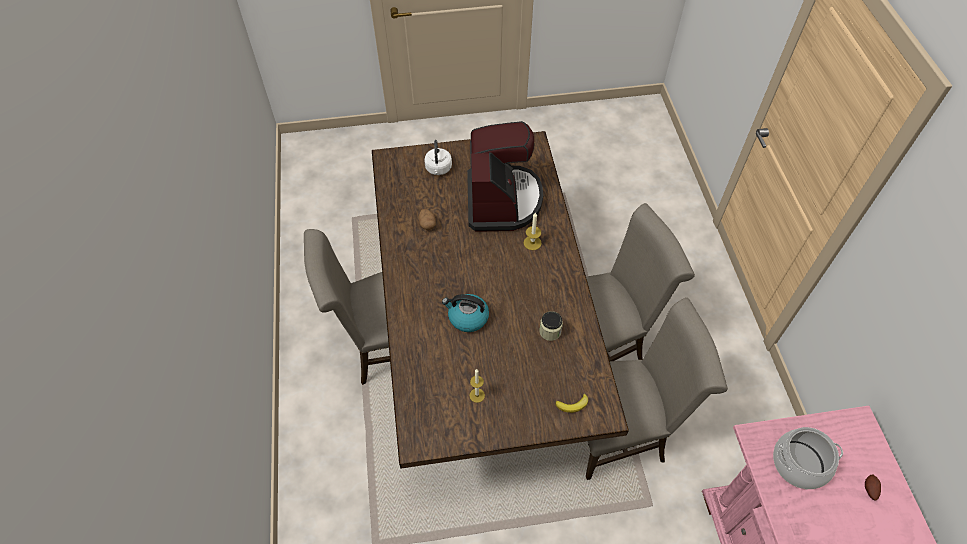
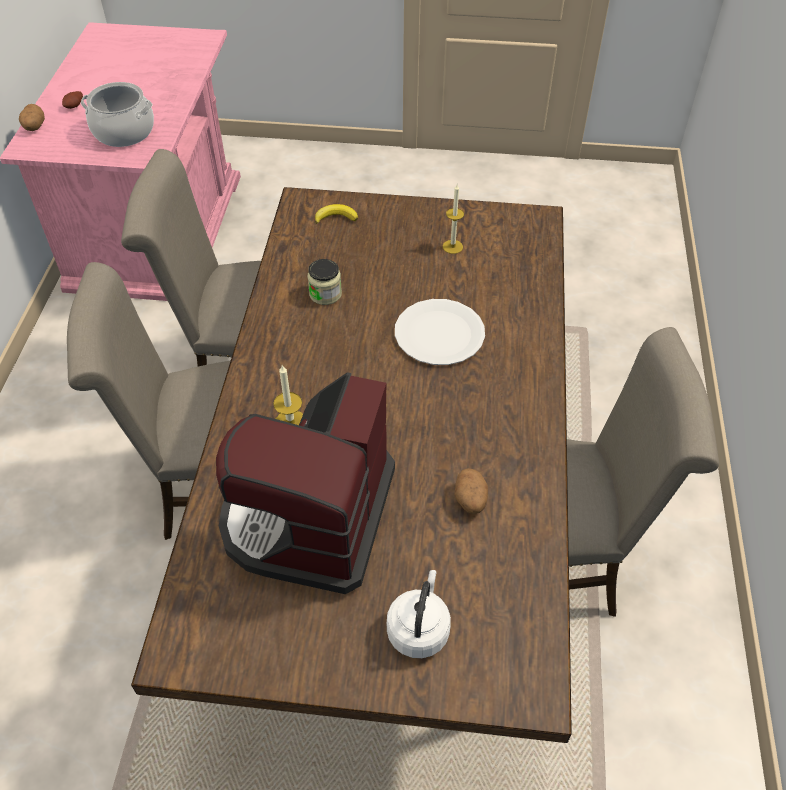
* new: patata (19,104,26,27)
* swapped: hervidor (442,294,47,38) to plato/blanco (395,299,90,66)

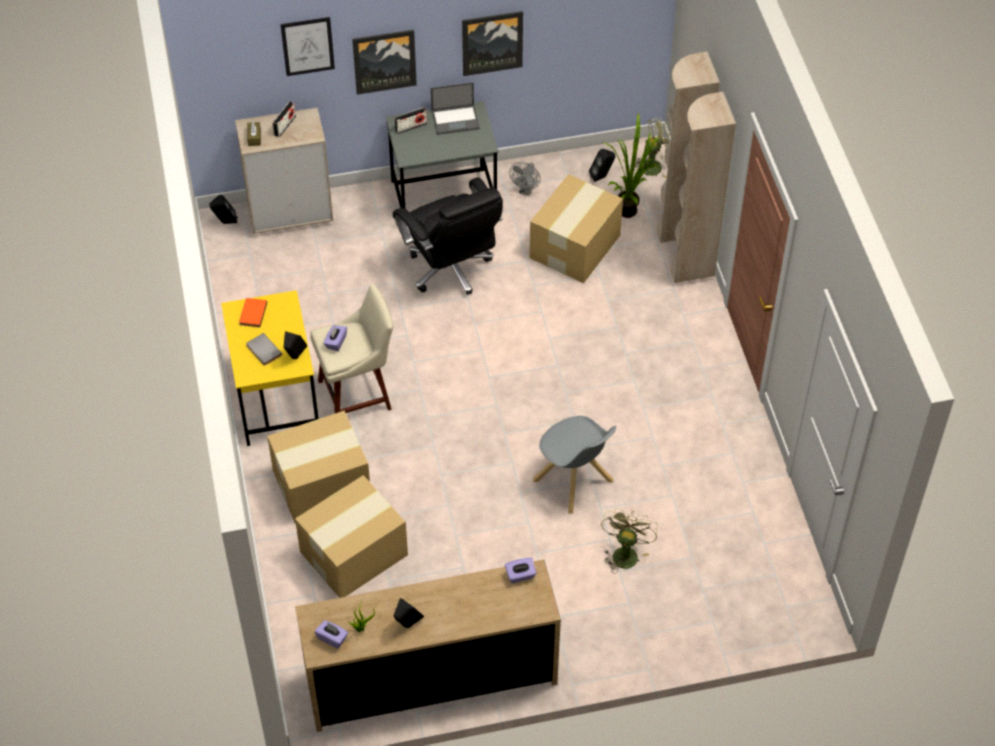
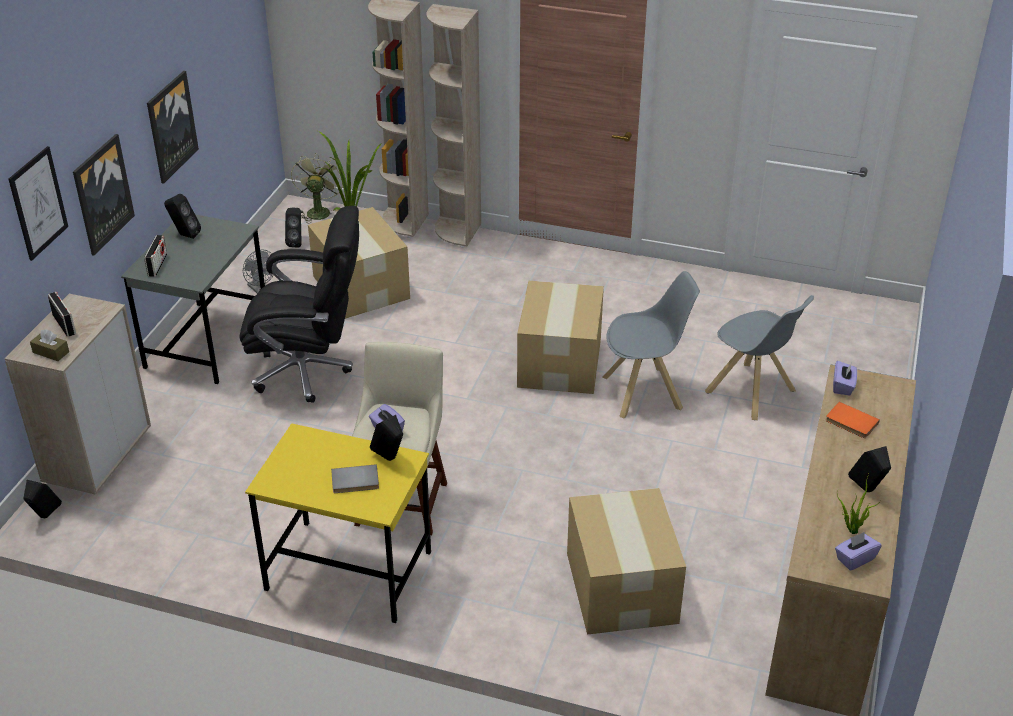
* shifted: libro/naranja (239,298,28,30) to (826,402,54,36)
* shifted: caja de cartón (267,411,103,112) to (517,281,87,113)
* swapped: portátil (431,82,49,53) to altavoz/negro (164,194,37,45)
* swapped: ventilador/verde (601,508,57,65) to silla/gris (705,295,109,125)

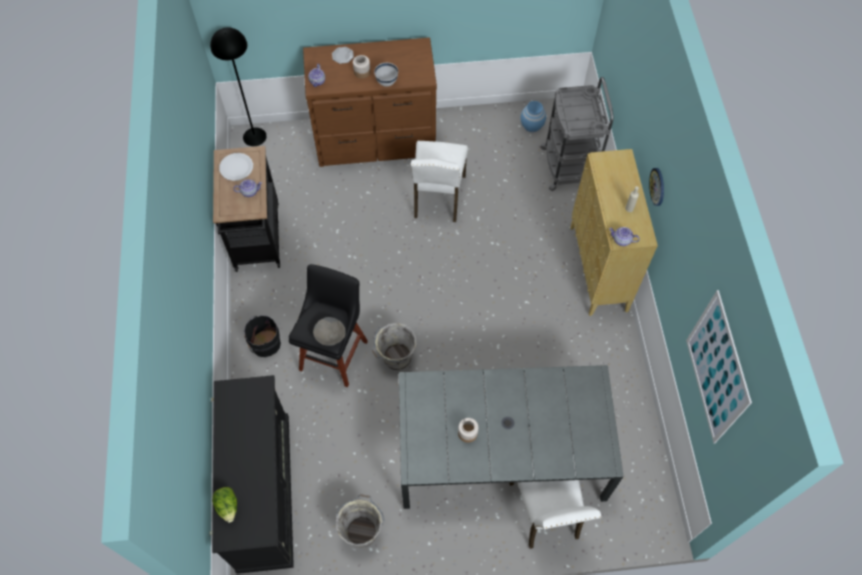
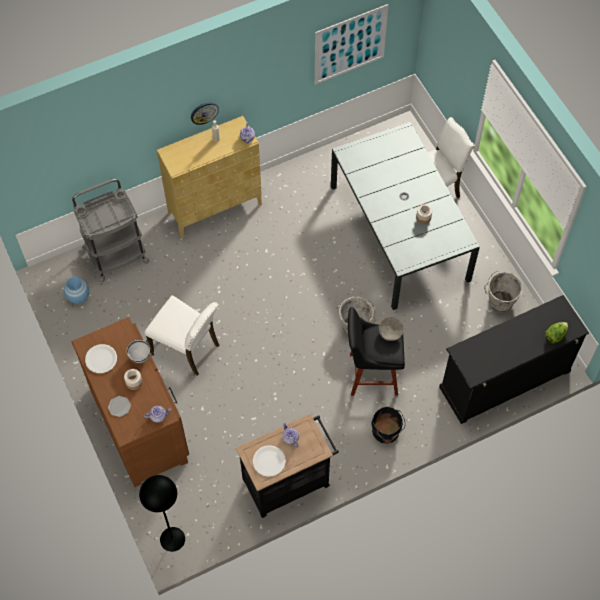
* new: plato/blanco (85,344,32,29)
* rotated: silla/blanco (411,141,57,81) = (144,295,75,81) 45 degrees clockwise

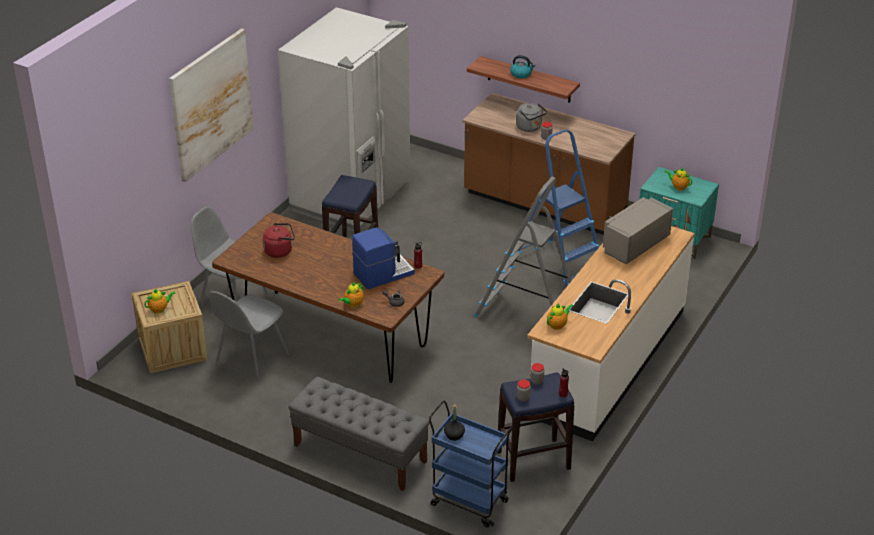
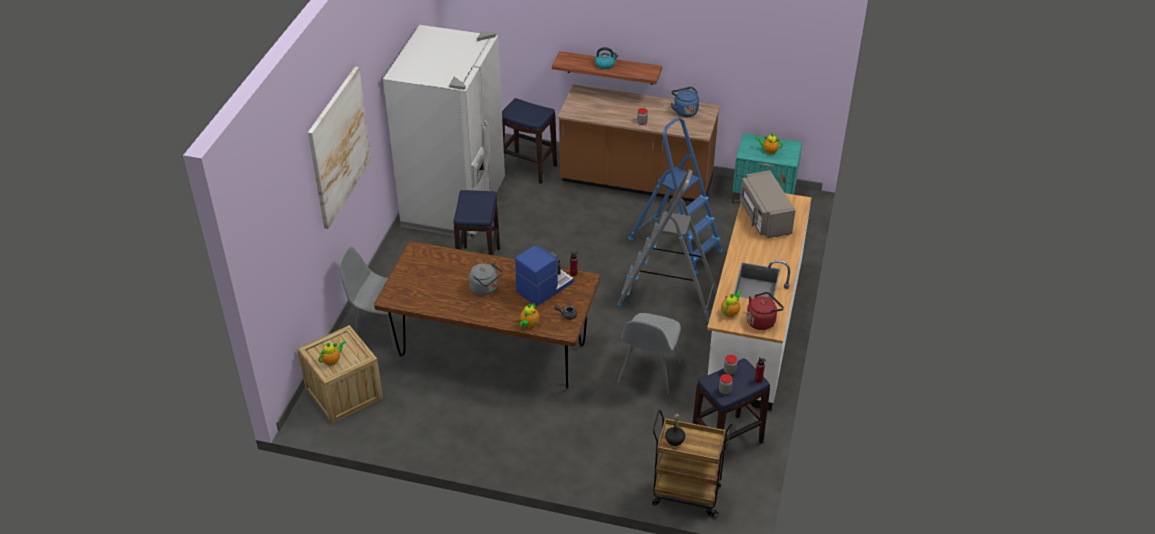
* gone: banco/gris (288,376,142,115)
* new: taburete (502,98,55,86)
* new: hervidor/azul (671,87,28,30)
* shifted: silla/gris (209,291,80,90) to (618,313,63,82)
* shifted: hervidor/rojo (263,223,32,35) to (746,292,38,38)
* shifted: hervidor/gris (516,103,31,29) to (469,263,34,33)
* repainted: carrito/azul (429,401,84,127) to carrito/marrón (652,410,81,107)
* rotated: microondas/gris (603,197,70,67) = (740,170,56,68) 45 degrees counterclockwise

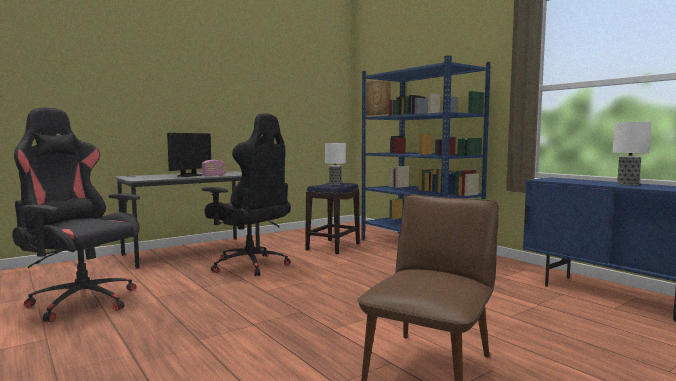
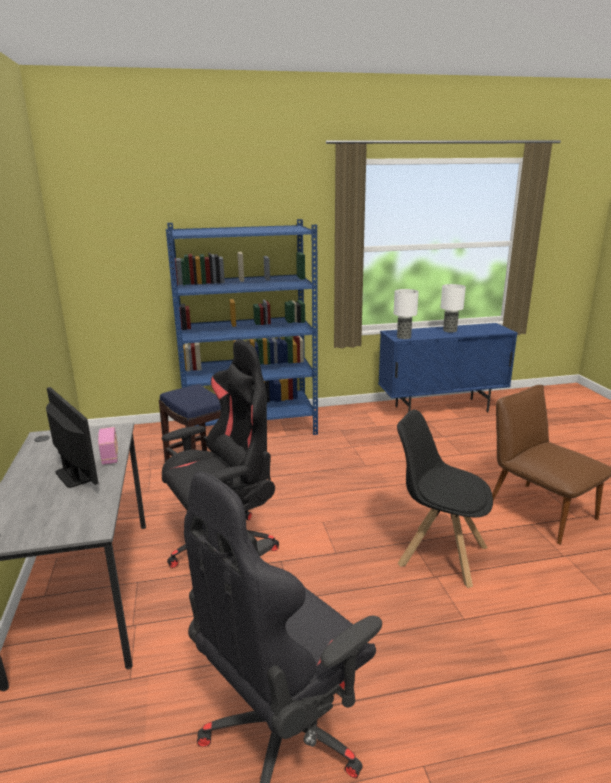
* gone: cuadro (366,80,25,35)
* new: silla/negro (397,410,96,178)
* shifted: lámpara de mesa (325,143,21,42) to (394,289,25,50)

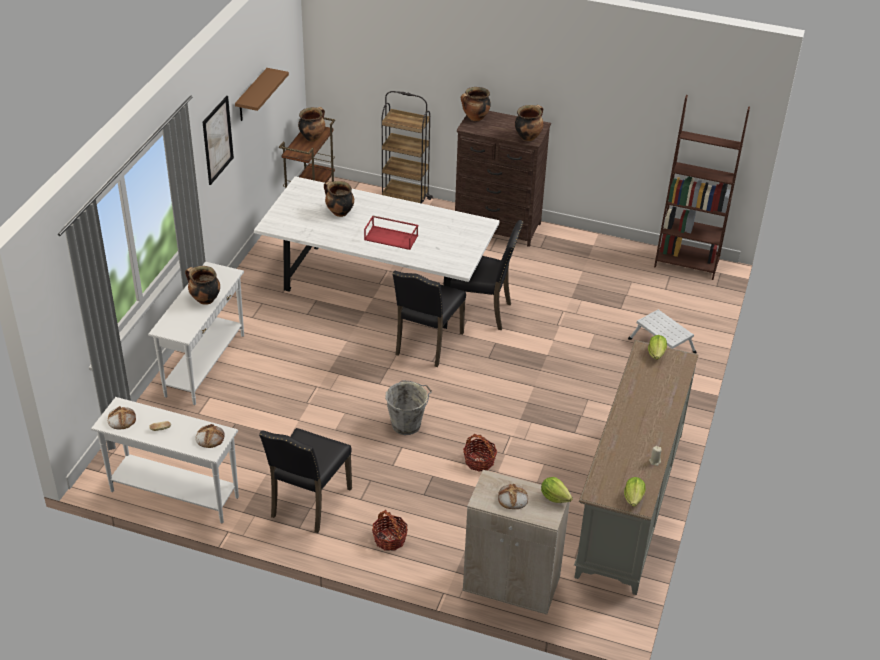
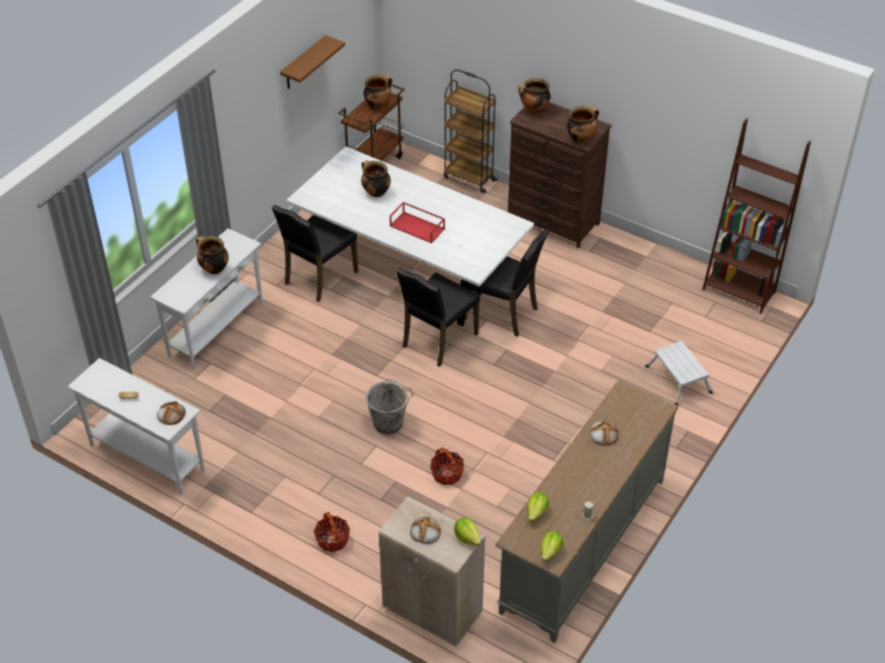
* gone: cuadro (202,96,32,89)
* shifted: pan (108,406,28,23) to (590,421,29,25)
* shifted: silla/negro (259,428,93,105) to (271,205,88,97)
* shifted: lechuga (648,335,19,25) to (527,492,22,30)

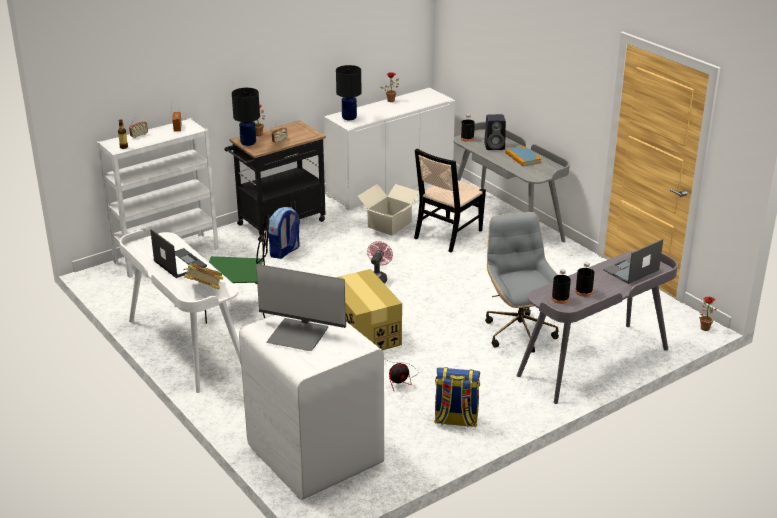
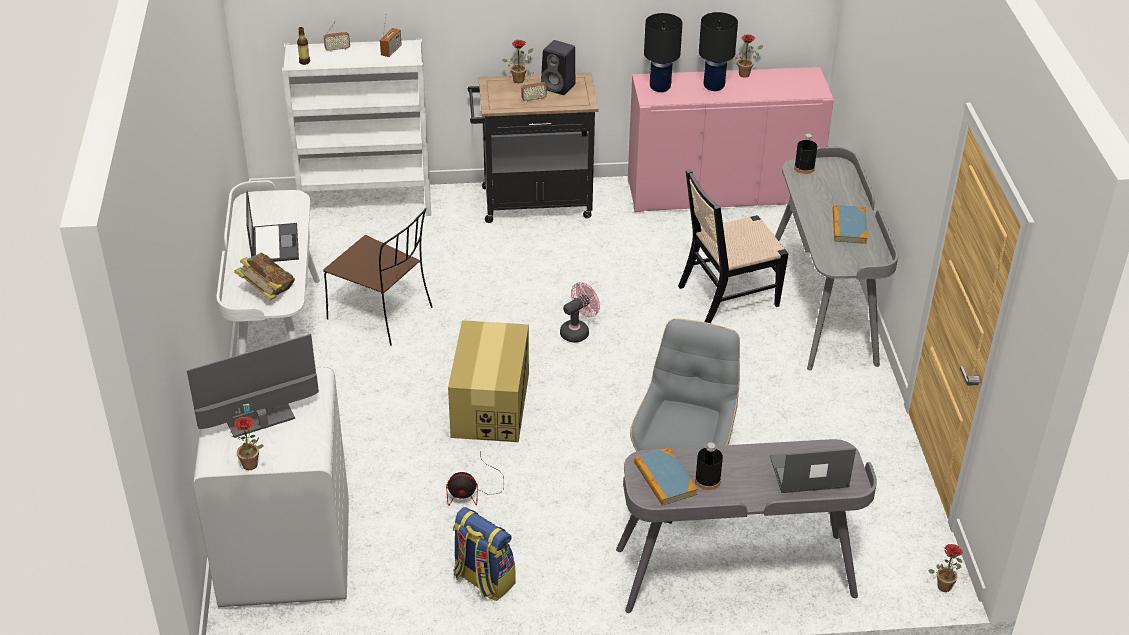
* gone: mochila (268,207,32,52)
* gone: caja de cartón (357,184,62,52)
* new: planta en maceta (231,417,33,53)
* shifted: lámpara de mesa/negro (232,88,28,58) to (699,12,39,79)
* shifted: altavoz/negro (484,114,22,36) to (541,40,35,55)
* swapped: botella/negro (552,269,19,35) to libro (634,447,64,59)
* repainted: silla/verde (205,214,65,110) to silla/marrón (323,208,110,138)
* repainted: armario/blanco (324,88,131,123) to armario/rosa (628,67,206,145)
* rotated: monitor (256,264,90,87) = (187,334,132,104) 105 degrees clockwise

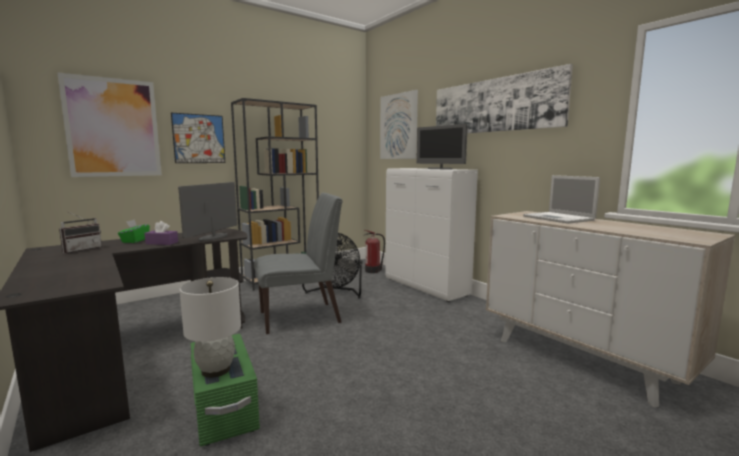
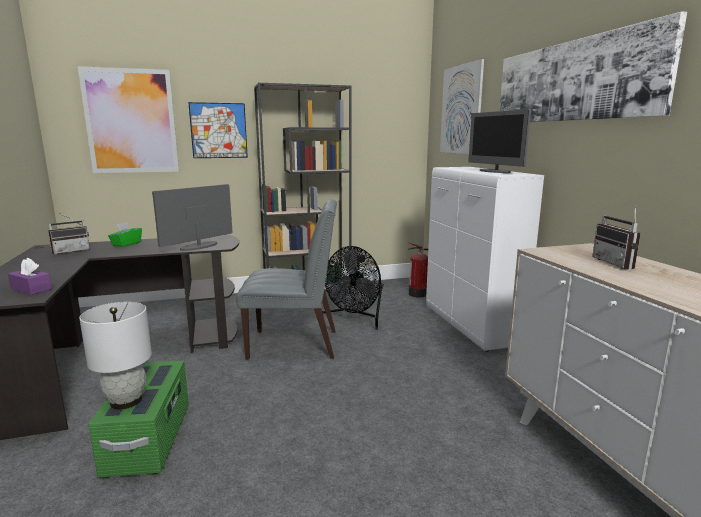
* shifted: caja de pañuelos/morado (144,221,34,24) to (8,258,44,37)
* swapped: portátil (523,175,77,49) to radio (592,206,49,64)

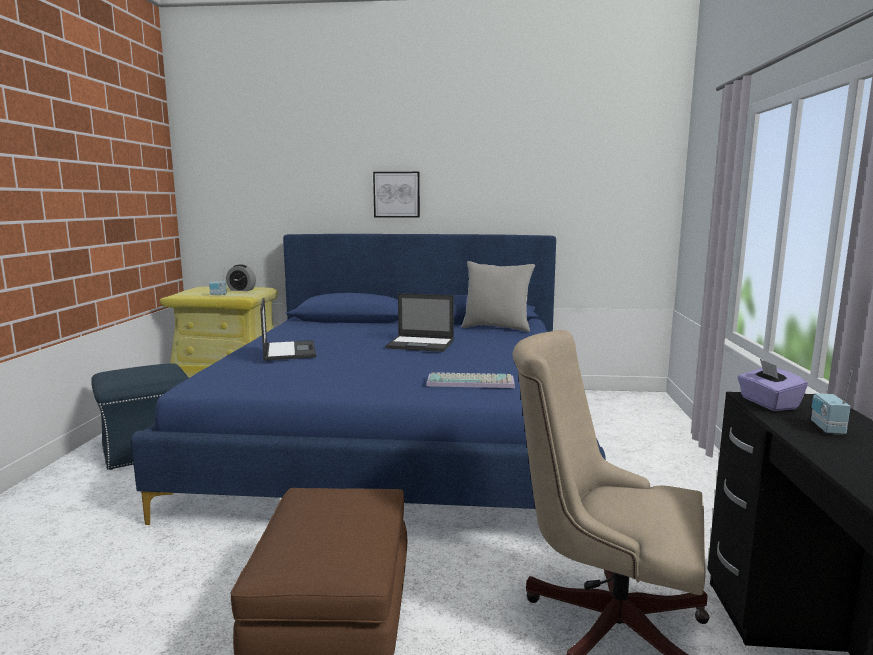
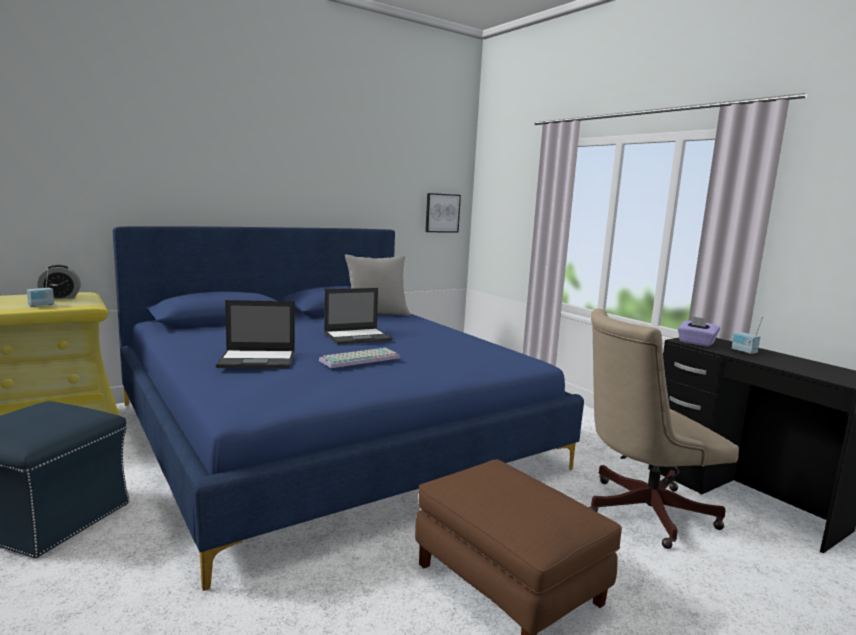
* shifted: cuadro (373,172,47,46) to (425,193,36,40)
* shifted: teclado (426,372,89,16) to (319,348,81,20)
* rotated: portátil (260,297,56,64) = (216,300,79,68) 135 degrees clockwise

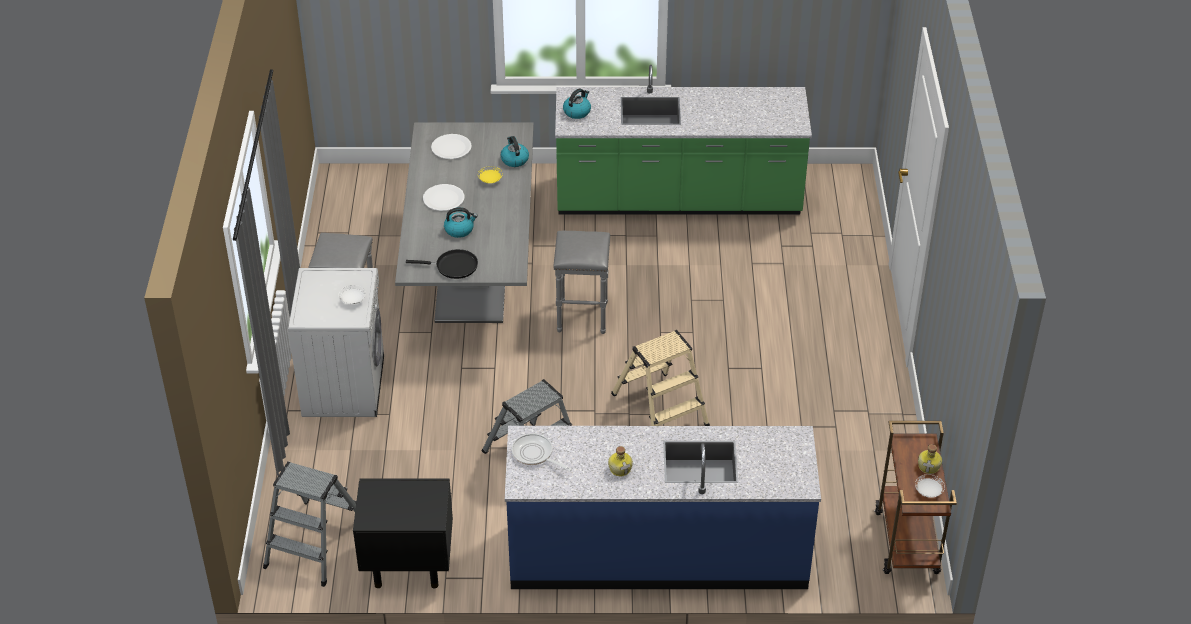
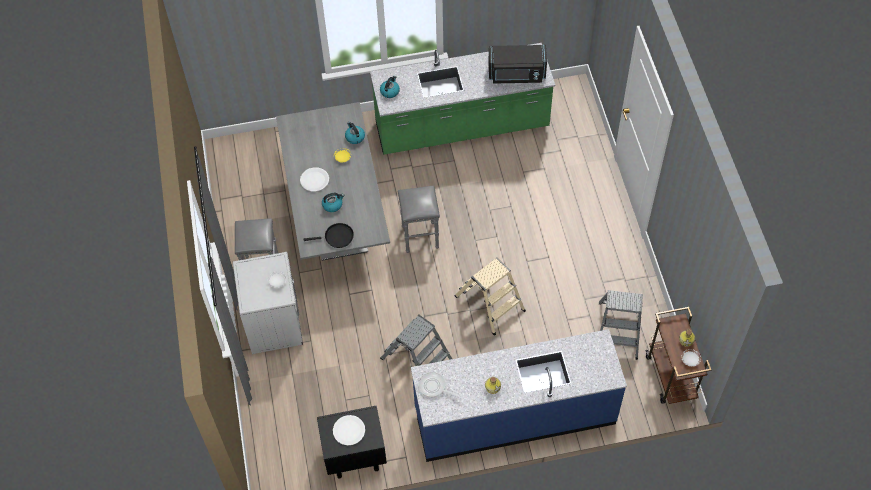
* new: microondas/negro (488,45,59,39)
* shifted: escalera de tijera/gris (263,461,93,126) to (599,290,44,70)
* shifted: plato/blanco (431,134,41,25) to (333,415,32,30)

